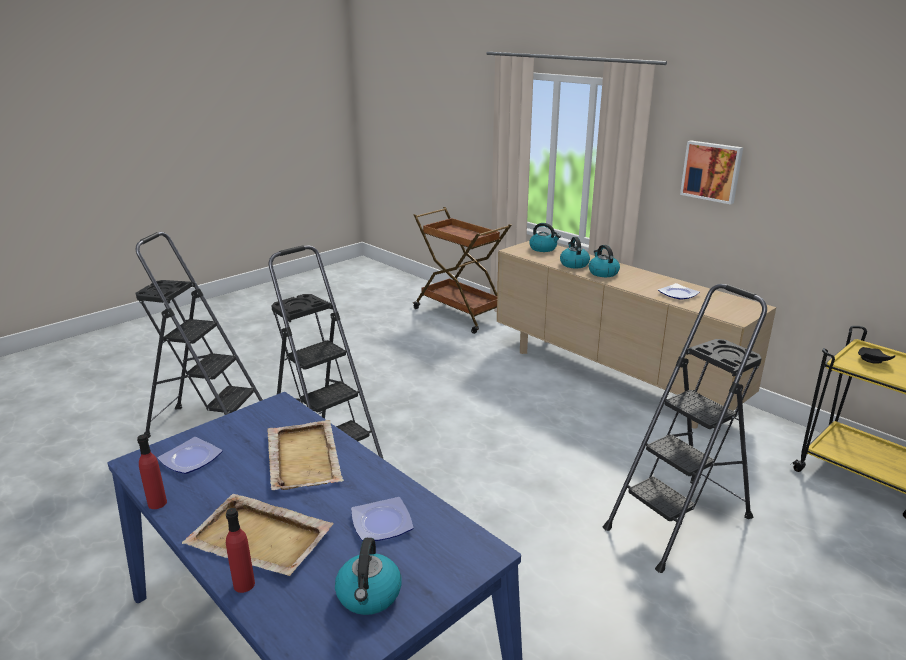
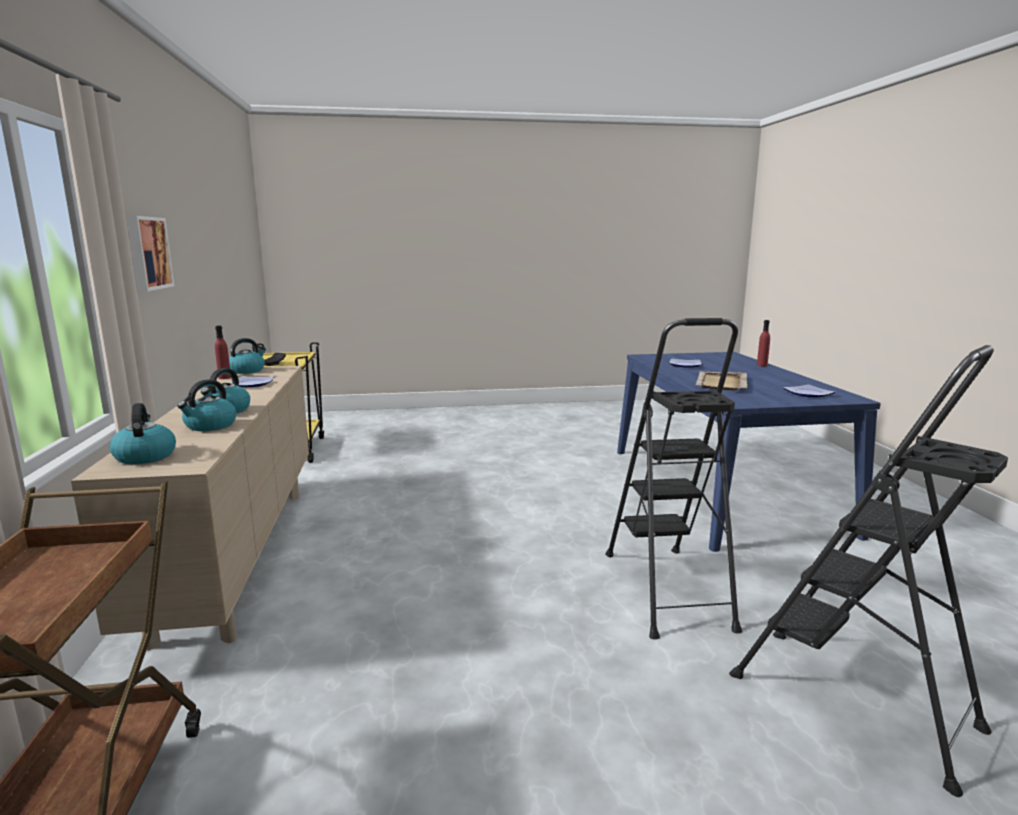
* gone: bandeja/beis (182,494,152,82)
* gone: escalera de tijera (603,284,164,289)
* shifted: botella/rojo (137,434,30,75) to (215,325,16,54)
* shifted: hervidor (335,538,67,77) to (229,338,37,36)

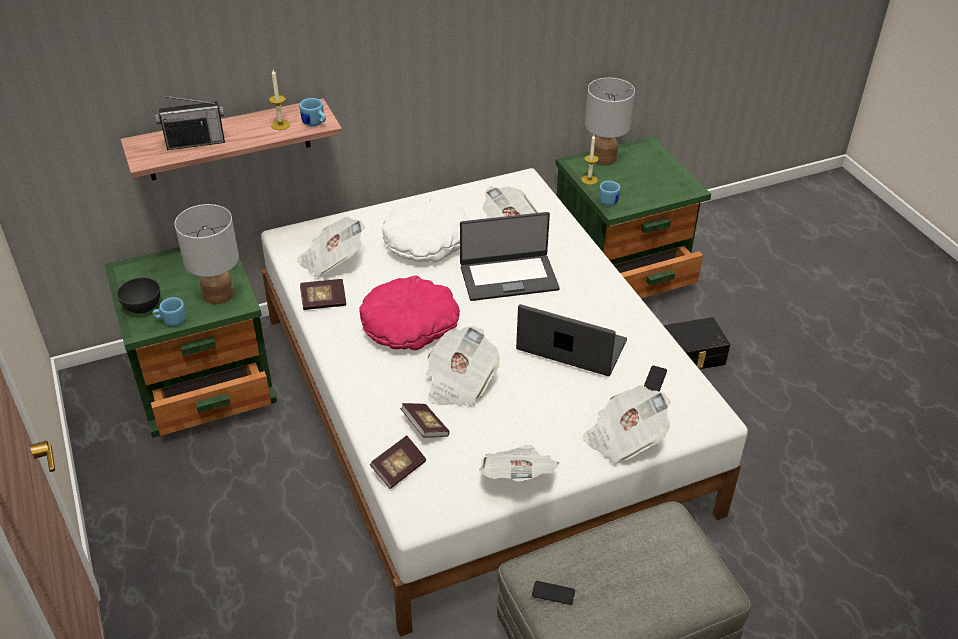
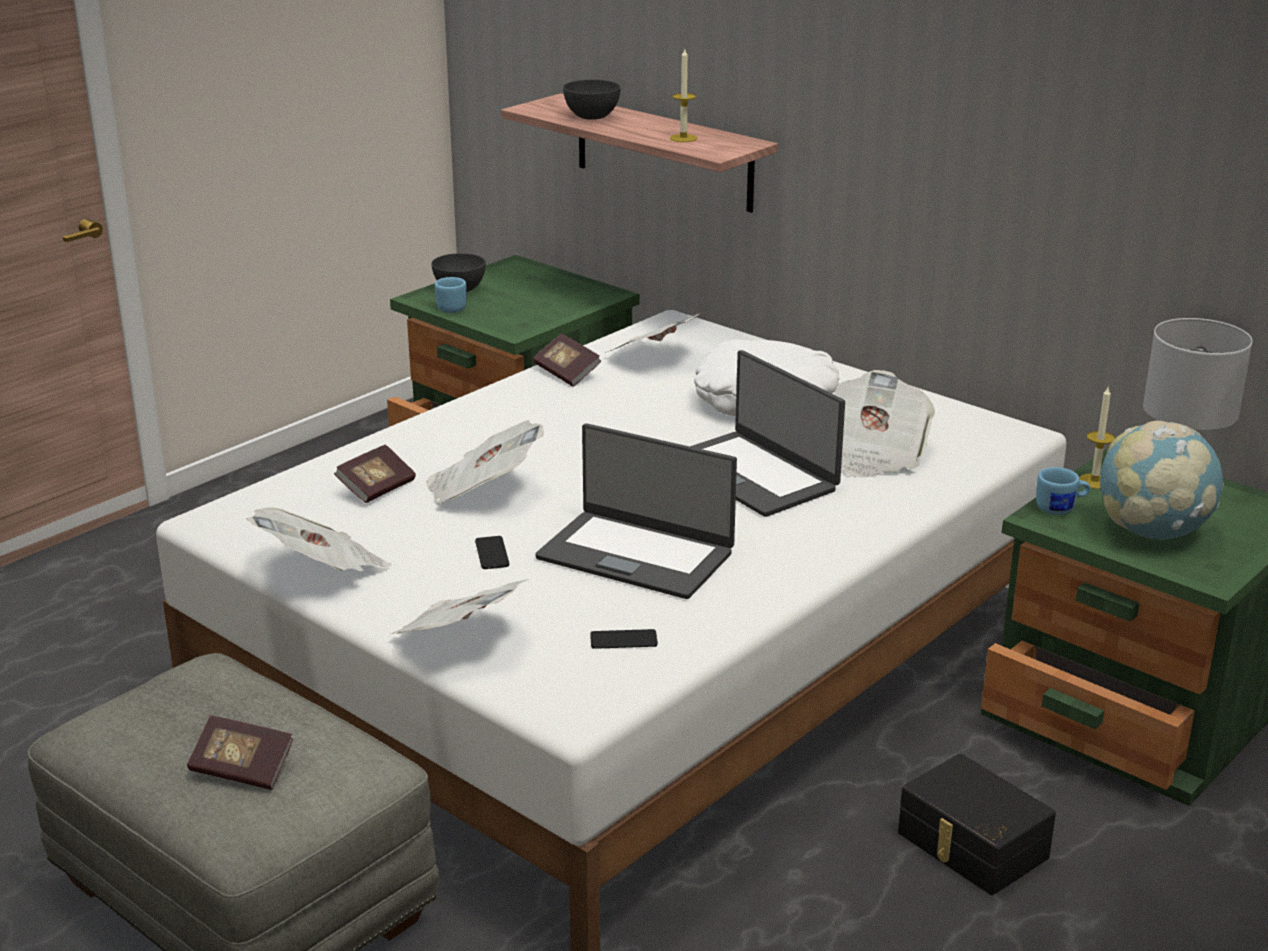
* gone: lámpara de mesa/gris (175,204,64,100)
* gone: taza grande/azul (299,98,27,28)
* gone: cojín/rosa (359,275,101,75)
* new: globo terráqueo (1100,421,124,119)
* shifted: libro (370,435,56,54) to (187,715,106,75)
* shifted: móvil (532,581,43,24) to (475,536,34,33)
* swapped: radio (155,95,70,55) to cuenco/gris (563,80,58,40)
* rotated: portátil (516,304,111,72) = (535,423,202,176) 120 degrees clockwise

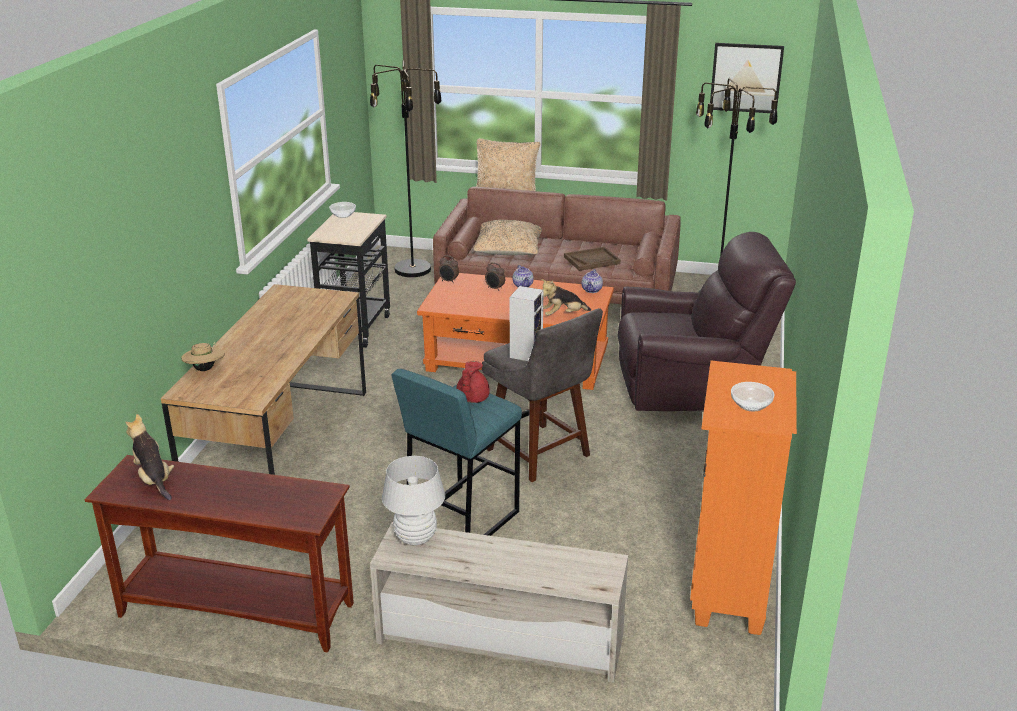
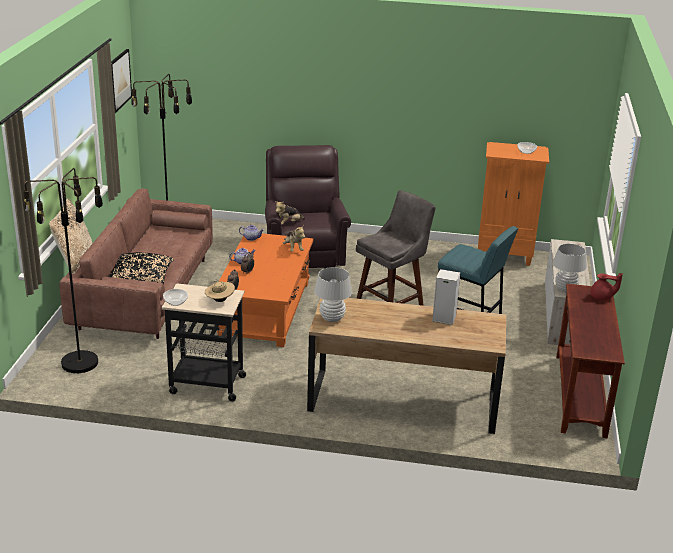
* gone: bandeja/marrón (564,247,57,24)
* new: lámpara de mesa/blanco (314,267,38,55)
* shifted: peluche (125,414,49,86) to (275,201,30,24)
* shifted: sombrero/beis (181,342,44,29) to (205,279,30,23)
* shifted: tetera/rojo (456,361,34,42) to (590,273,33,27)
* shifted: altavoz (510,286,34,75) to (432,269,29,56)
* repainted: cojín/beis (473,220,69,35) to cojín/negro (108,252,66,31)

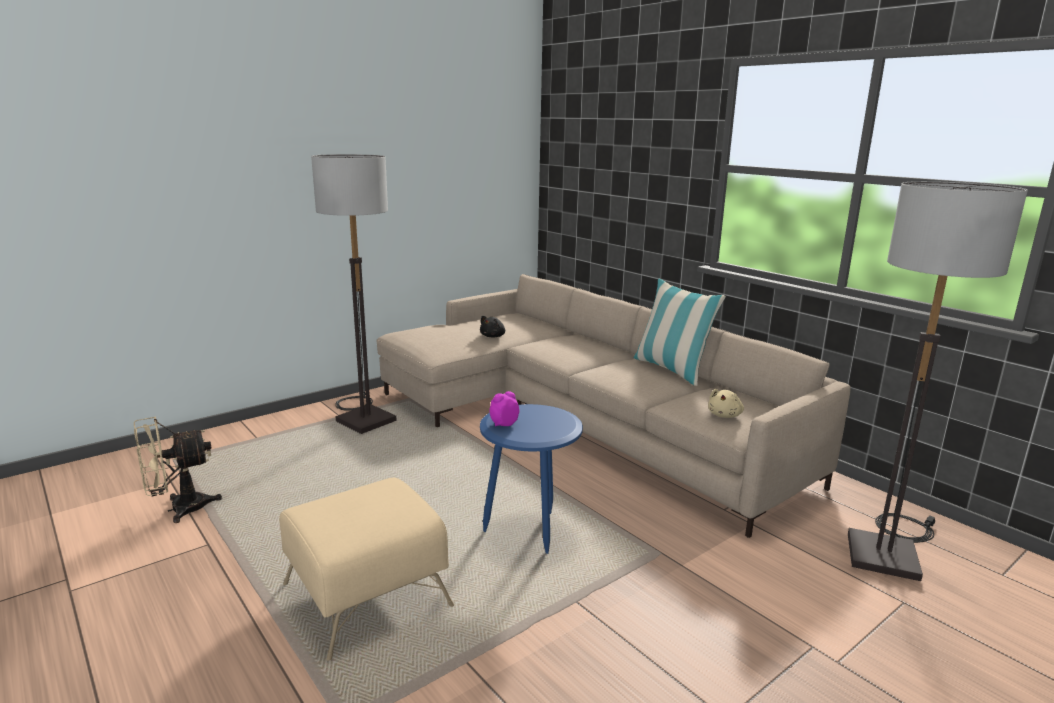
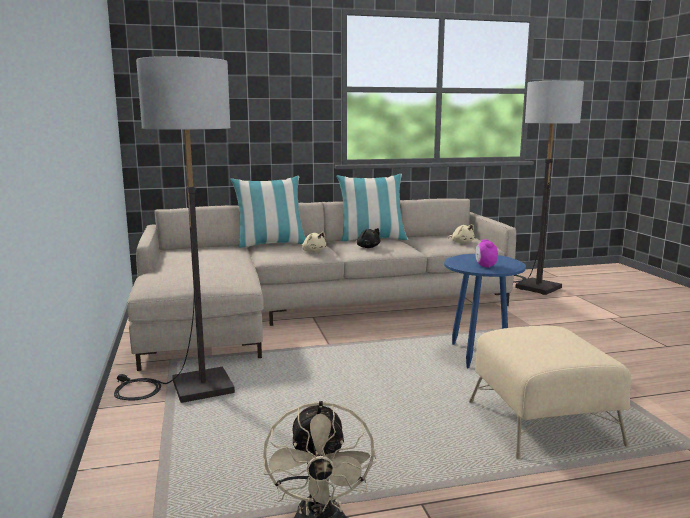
* new: cojín (230,176,76,72)
* new: peluche/beis (301,232,25,21)
* shifted: peluche/negro (480,316,25,21) to (357,228,23,20)

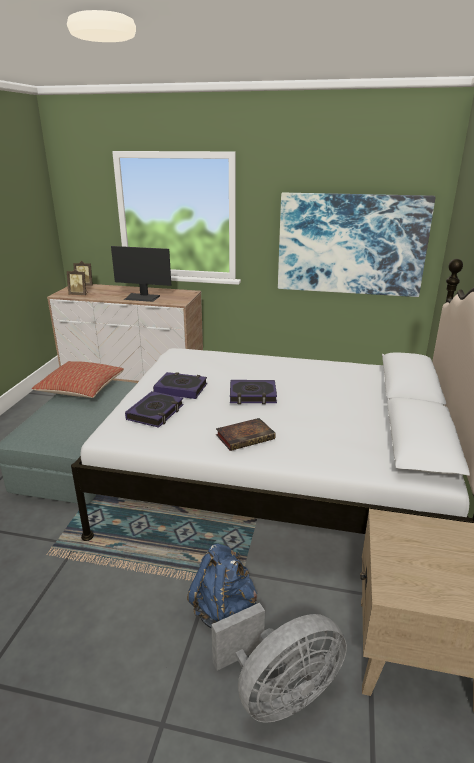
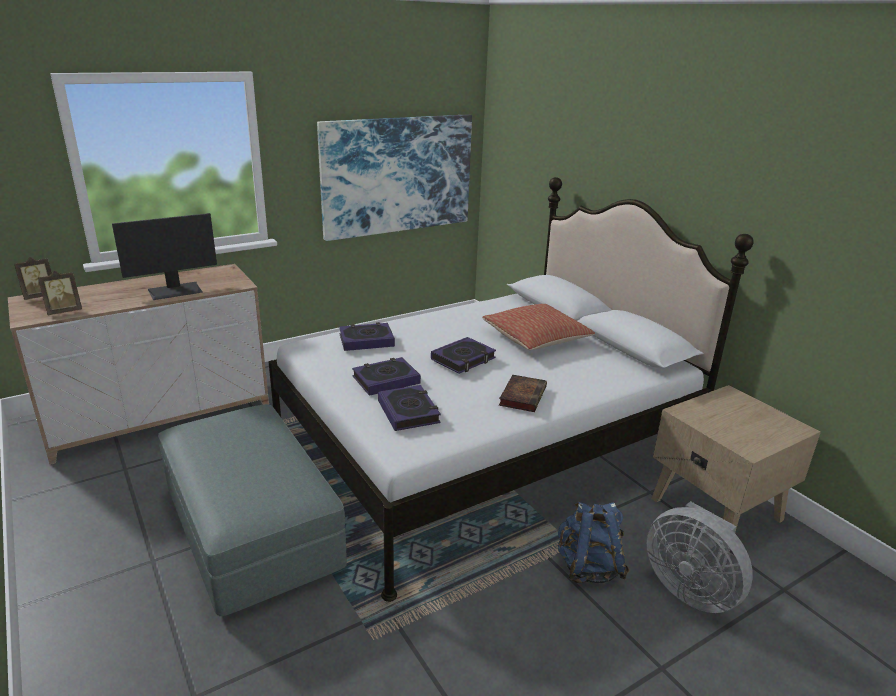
* new: libro (339,322,56,29)
* shifted: cojín (32,361,92,37) to (482,304,113,46)
* rotated: ventilador/gris (211,603,136,120) = (646,501,107,112) 120 degrees clockwise

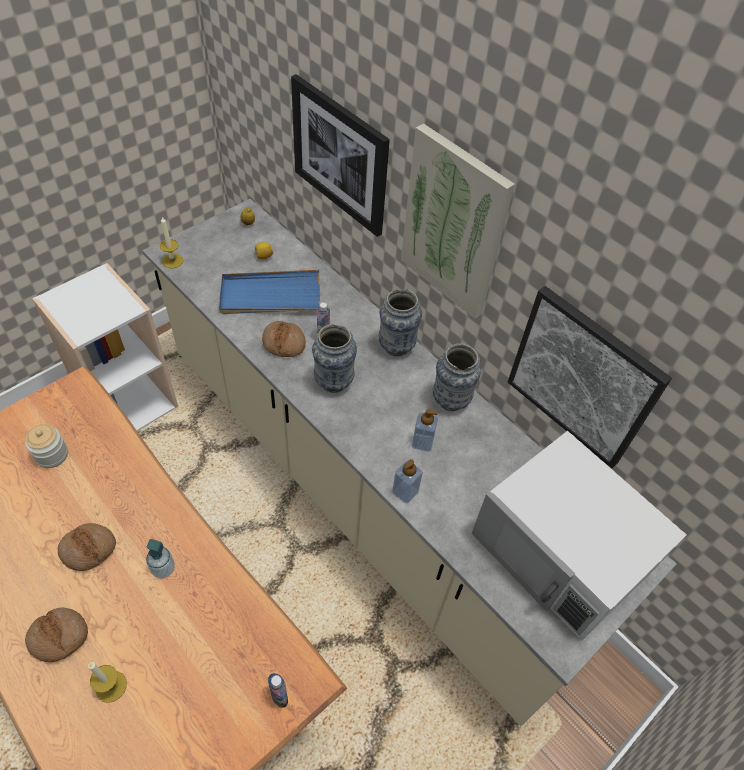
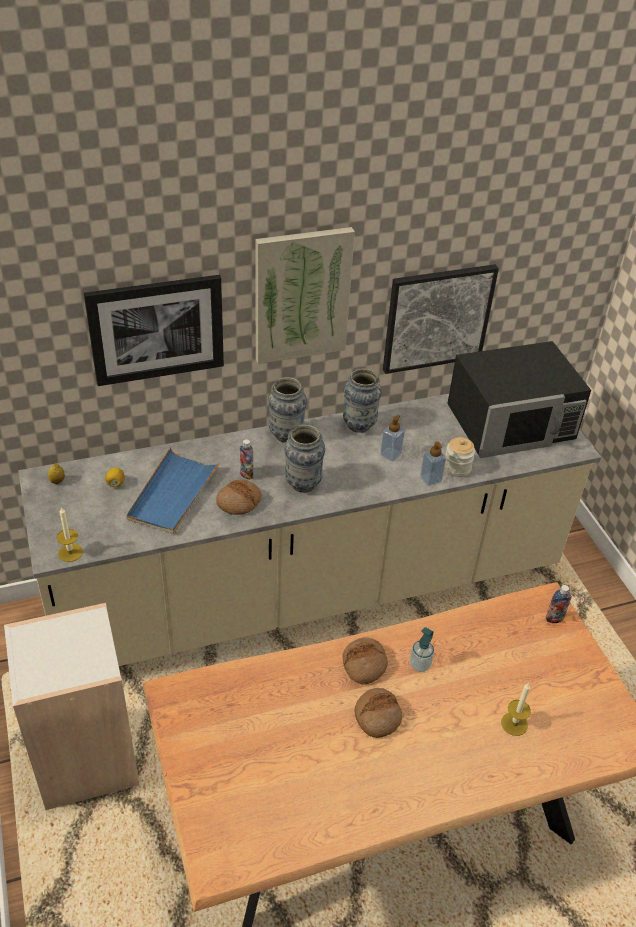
* shifted: tarro (25,424,43,44) to (444,437,31,40)
* shifted: pan (25,607,63,55) to (343,637,45,47)
* repainted: microondas/blanco (471,431,216,210) to microondas/negro (447,341,144,117)

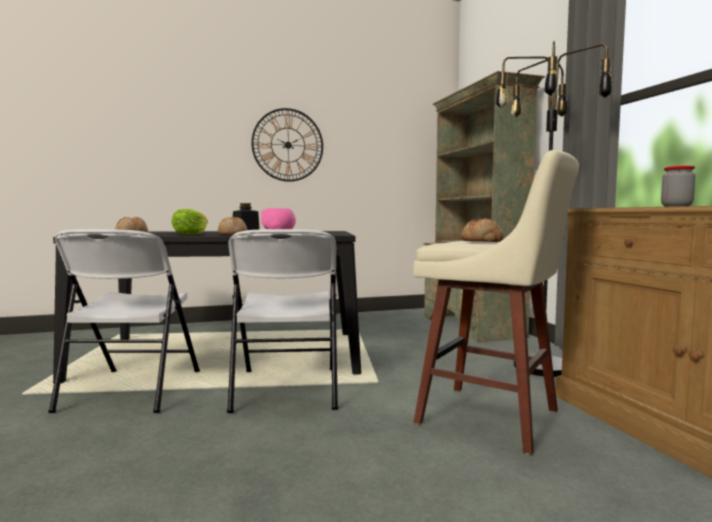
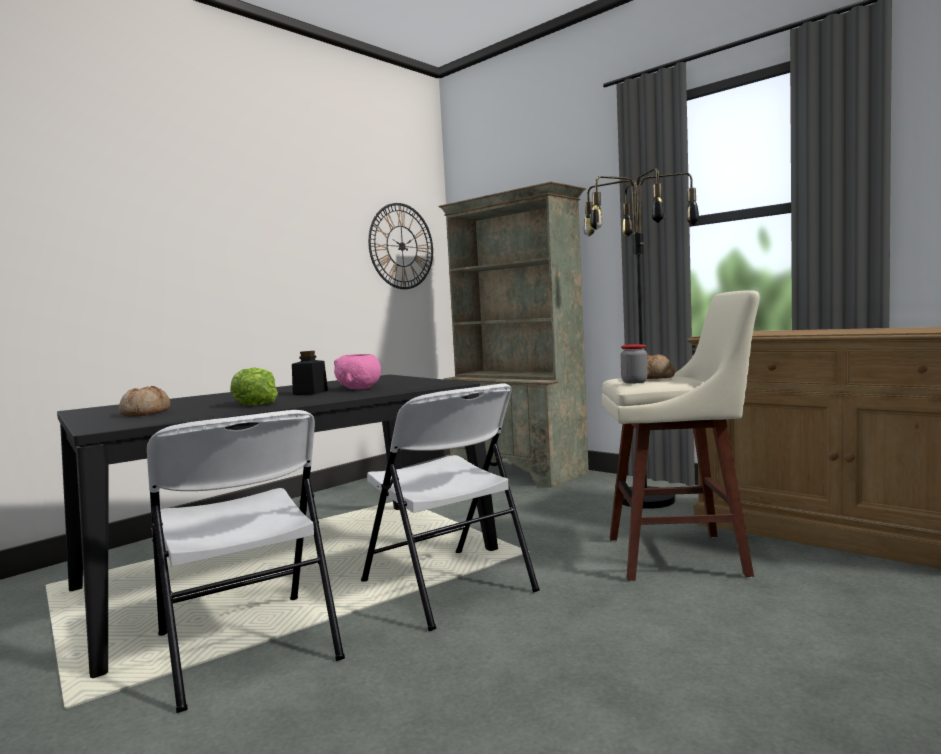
* gone: pan (218,217,29,18)
* shifted: reloj de pared (251,108,72,74) to (368,203,65,86)
* shifted: tarro (661,165,34,42) to (620,344,28,39)

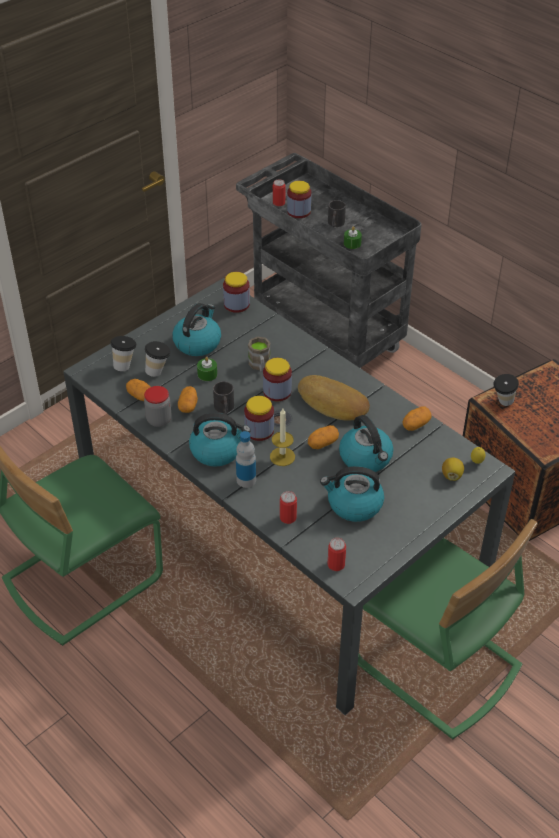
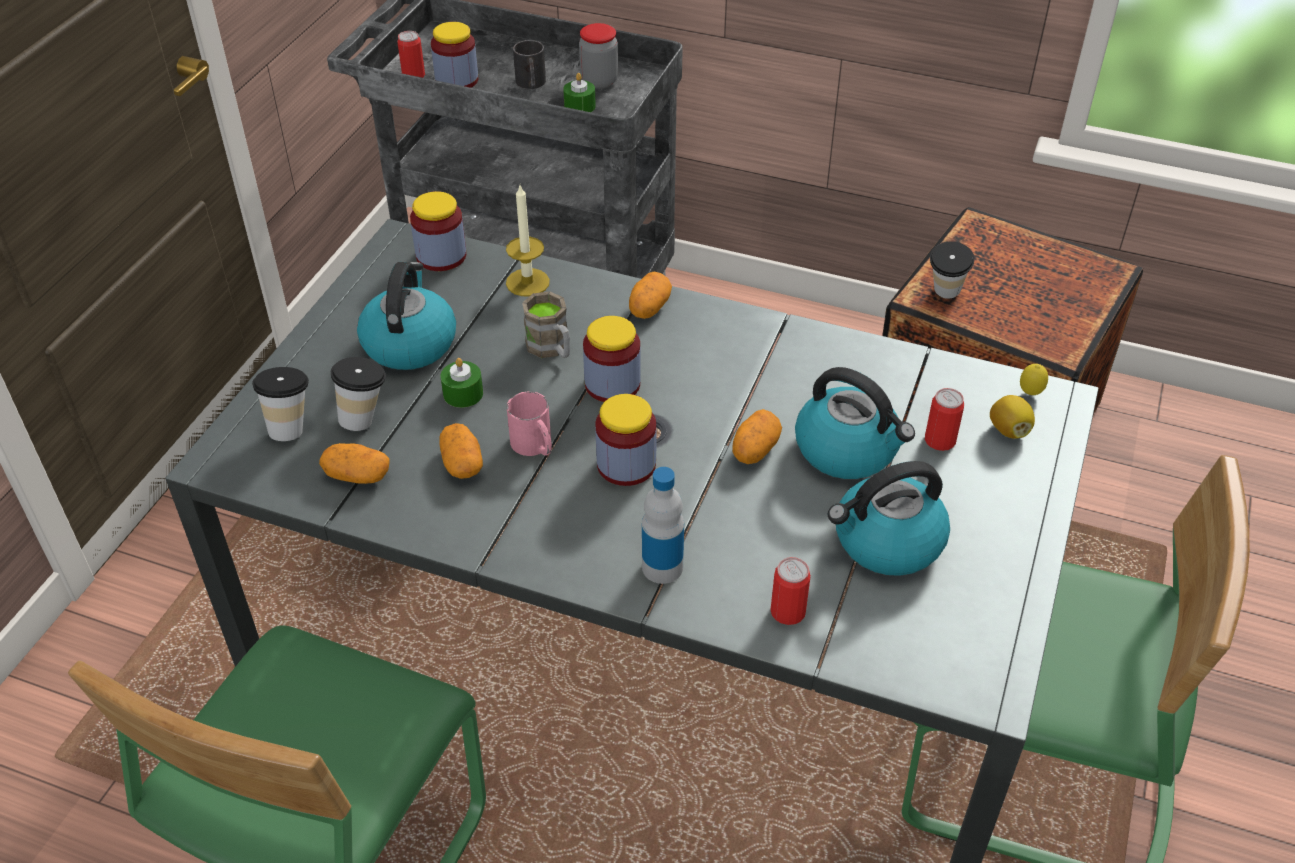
* gone: hervidor (189,413,62,54)
* gone: pan (298,375,72,46)
* shifted: tarro (144,386,28,41) to (579,23,39,66)
* shifted: vela (270,408,25,58) to (506,185,44,111)
* shifted: lata (327,538,19,33) to (925,388,39,63)
* shifted: patata (402,406,29,25) to (629,271,43,48)
* repainted: taza grande/negro (213,381,21,33) to taza grande/rosa (507,391,45,65)

